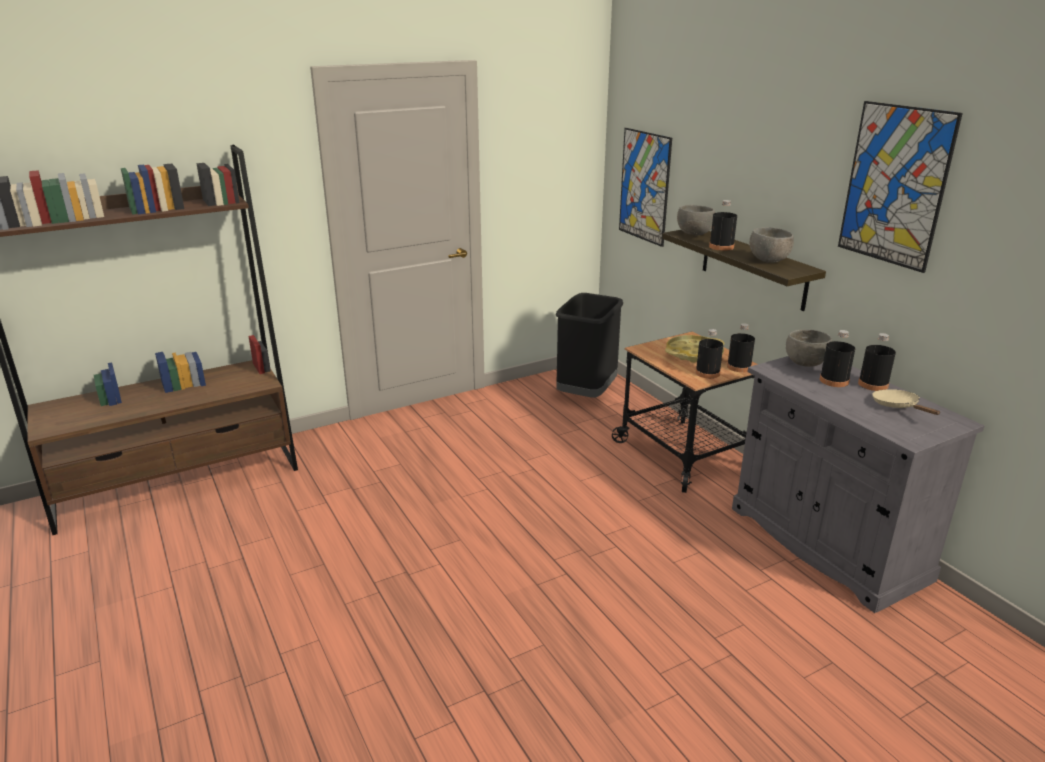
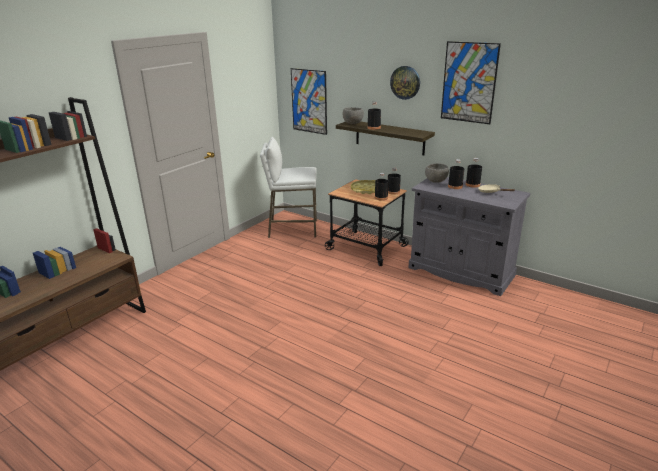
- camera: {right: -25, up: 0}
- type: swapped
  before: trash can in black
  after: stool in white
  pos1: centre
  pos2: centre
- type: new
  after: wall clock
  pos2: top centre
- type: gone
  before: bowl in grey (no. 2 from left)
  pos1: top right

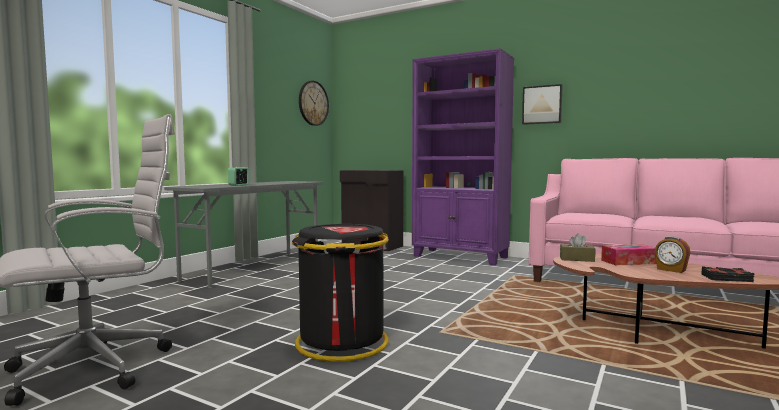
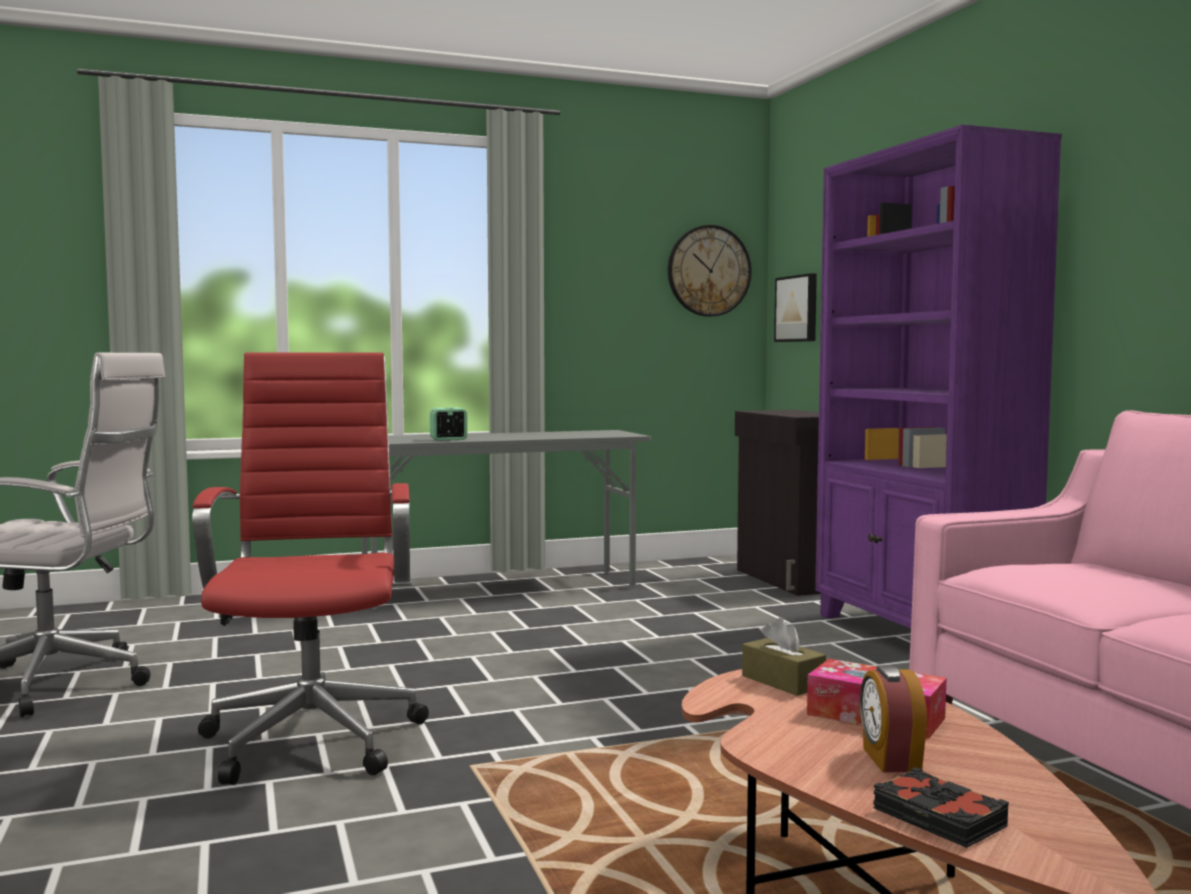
- camera: {right: 40, up: 0}
- type: swapped
  before: trash can in black
  after: office chair in red
  pos1: bottom centre
  pos2: middle left
- type: shifted
  before: picture
  pos1: top right
  pos2: middle right

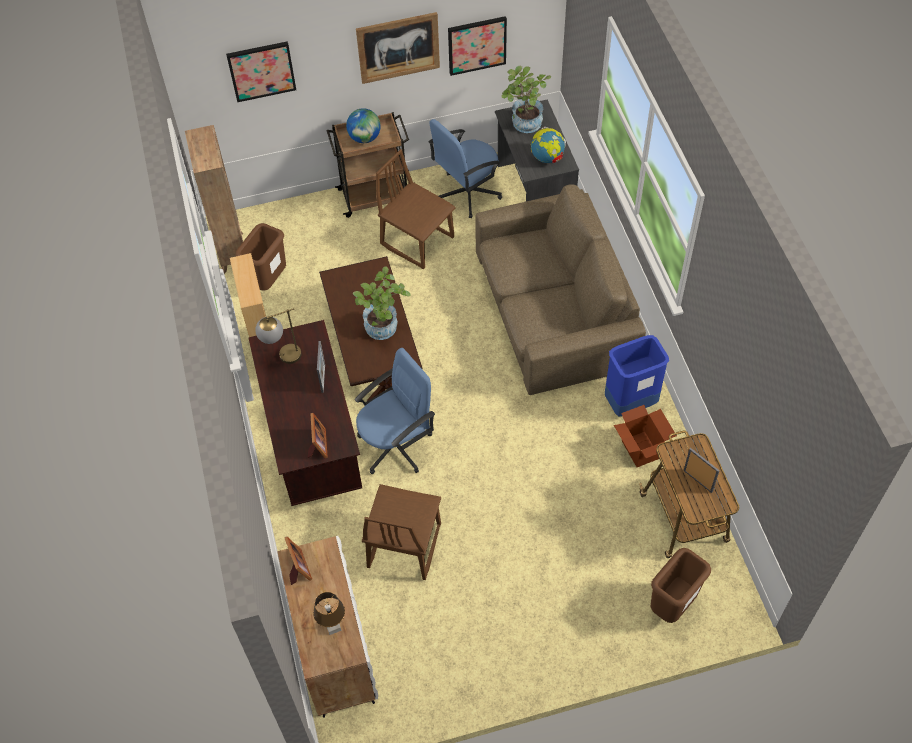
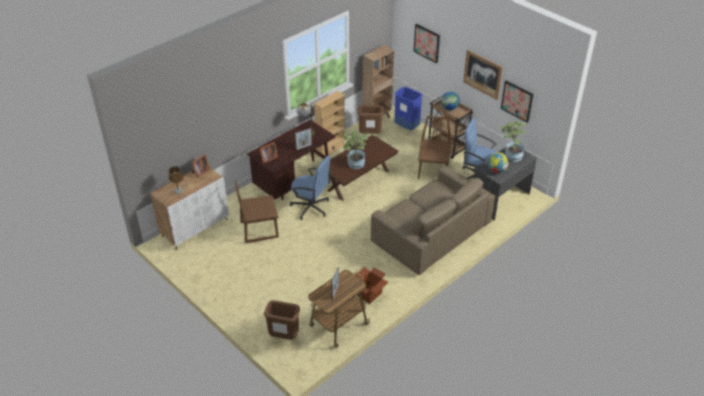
- camera: {right: 60, up: -15}
- type: shifted
  before: trash can in blue
  pos1: middle right
  pos2: top centre

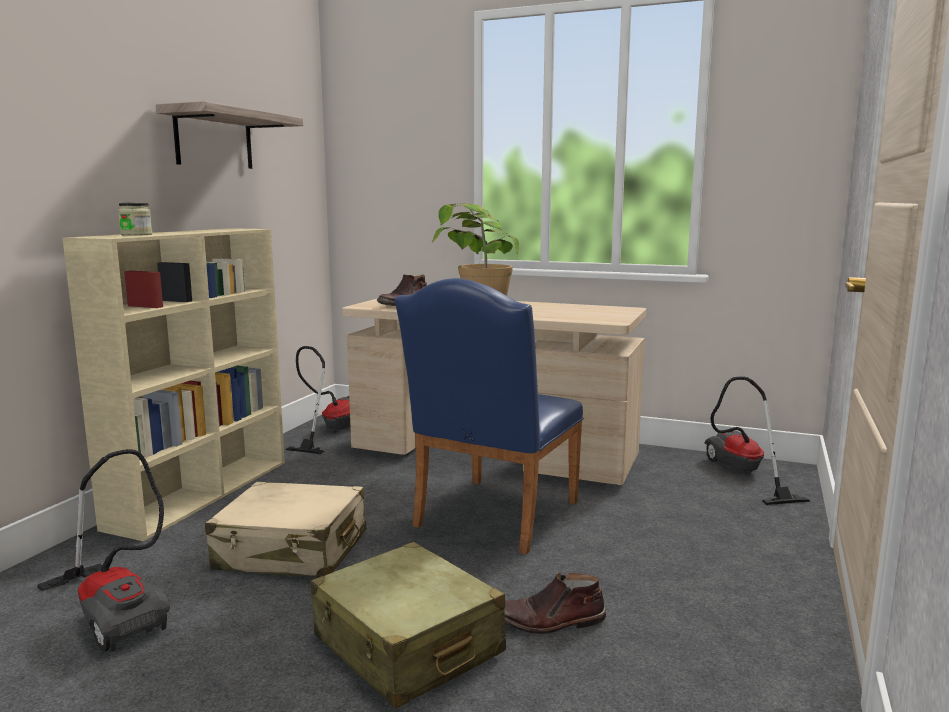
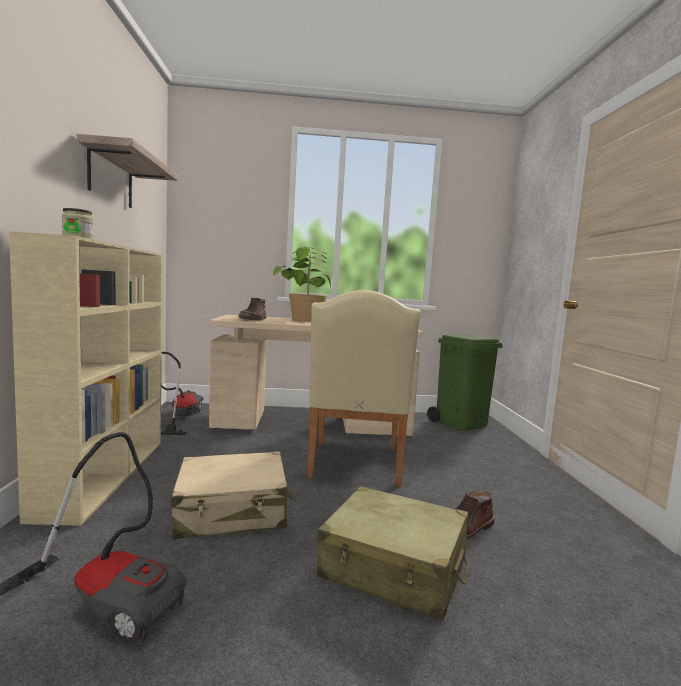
- camera: {right: -25, up: -5}
- type: repainted
  before: chair in blue
  after: chair in beige
  pos1: centre
  pos2: centre
- type: swapped
  before: vacuum cleaner (no. 3 from left)
  after: trash can in green
  pos1: middle right
  pos2: middle right

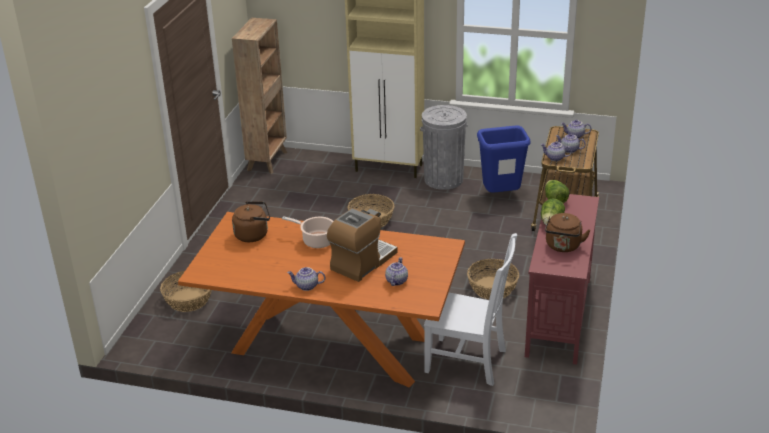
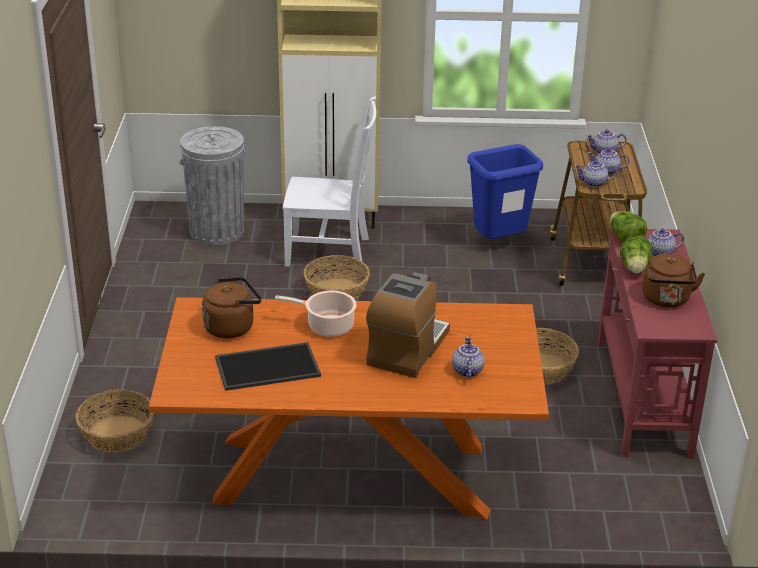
- camera: {right: -15, up: 0}
- type: shifted
  before: trash can in grey
  pos1: centre
  pos2: top left
- type: new
  after: tray
  pos2: centre
- type: shifted
  before: chair in white
  pos1: bottom centre
  pos2: top centre
- type: shifted
  before: teapot (no. 1 from left in the first image)
  after: teapot (no. 5 from left)
  pos1: centre
  pos2: middle right
- type: gone
  before: bookcase in brown
  pos1: top centre

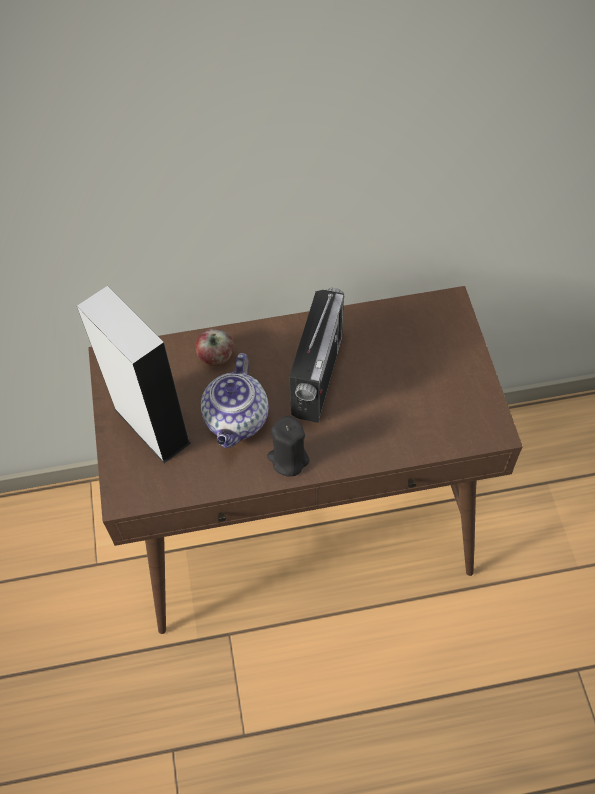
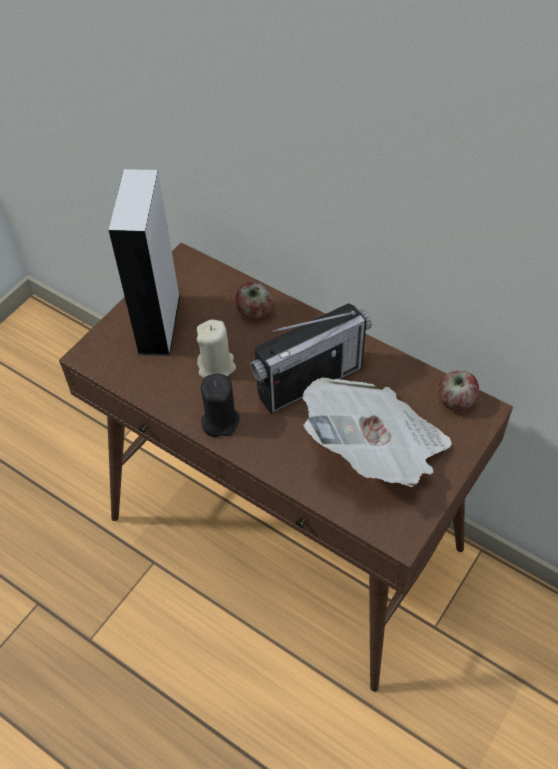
- camera: {right: 45, up: -5}
- type: swapped
  before: teapot
  after: candle in beige
  pos1: centre
  pos2: centre
- type: new
  after: newspaper
  pos2: middle right
- type: new
  after: apple (no. 2 from left)
  pos2: middle right

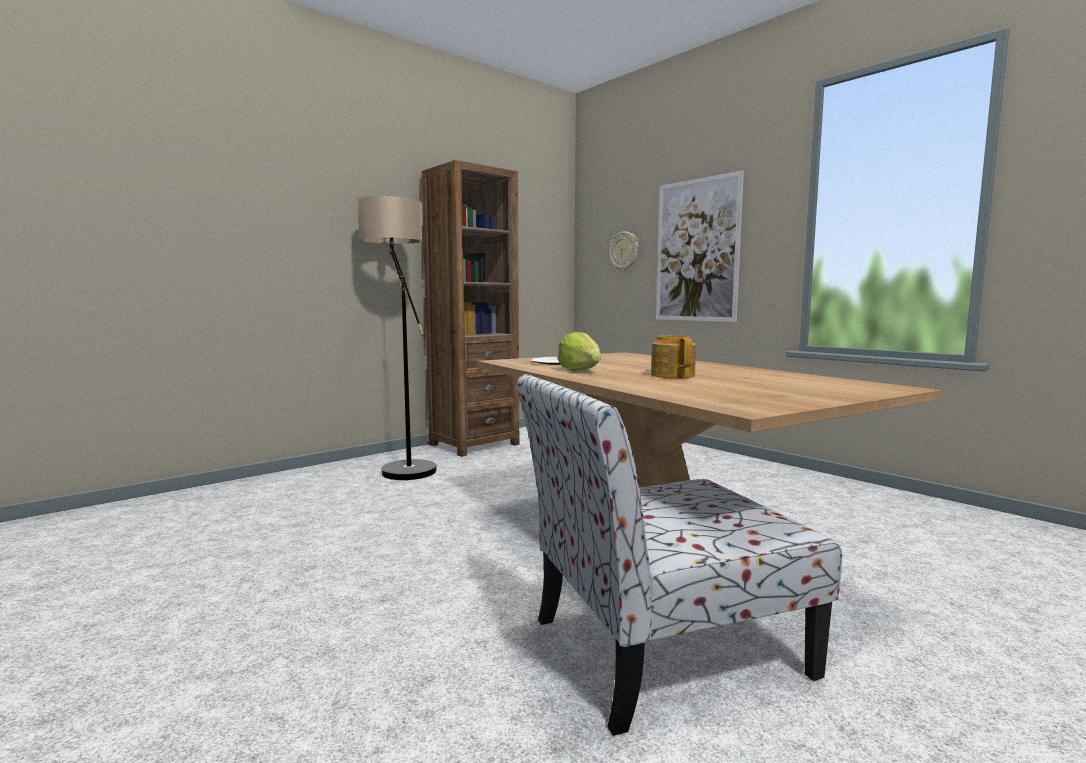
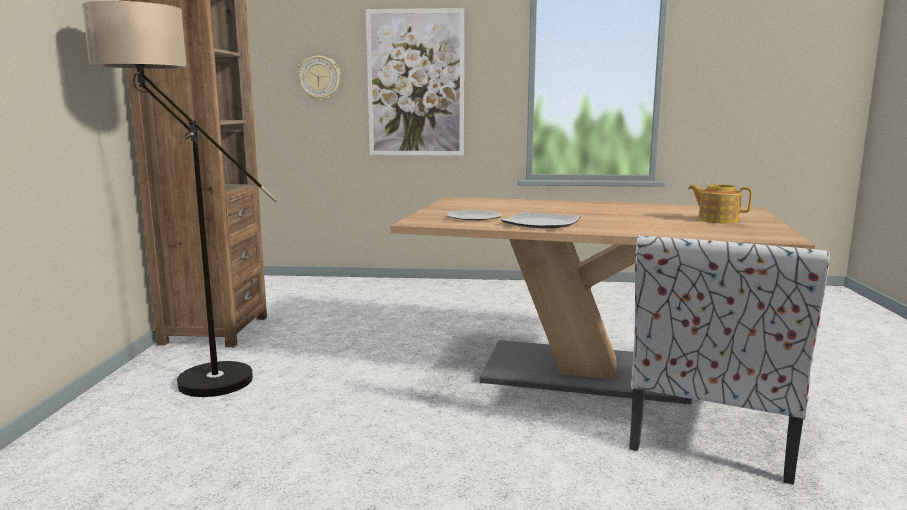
- camera: {right: -45, up: 5}
- type: swapped
  before: lettuce
  after: plate (no. 2 from left)
  pos1: centre
  pos2: centre
- type: shifted
  before: teapot
  pos1: centre
  pos2: middle right

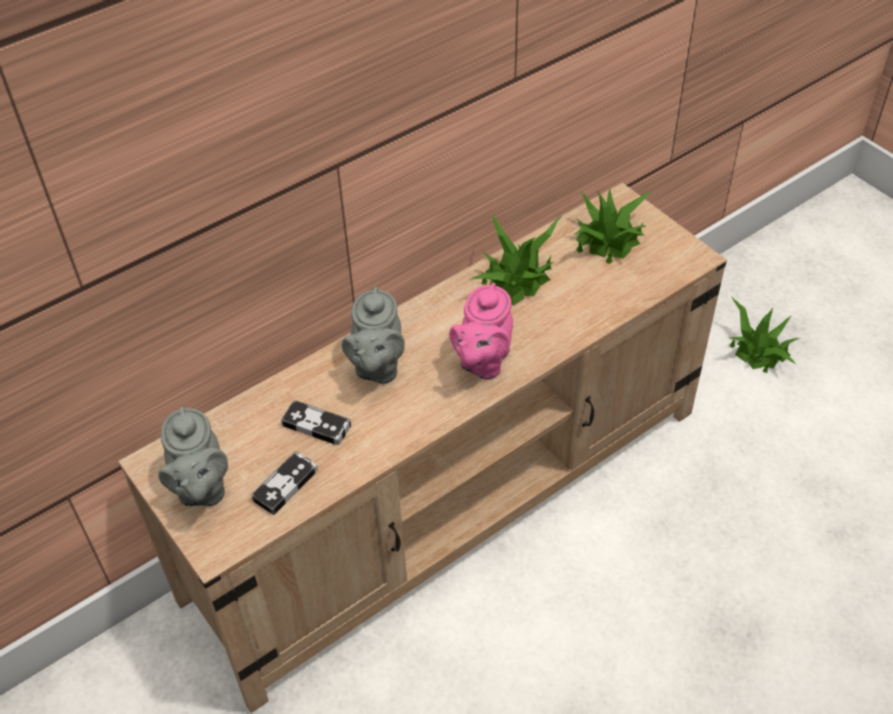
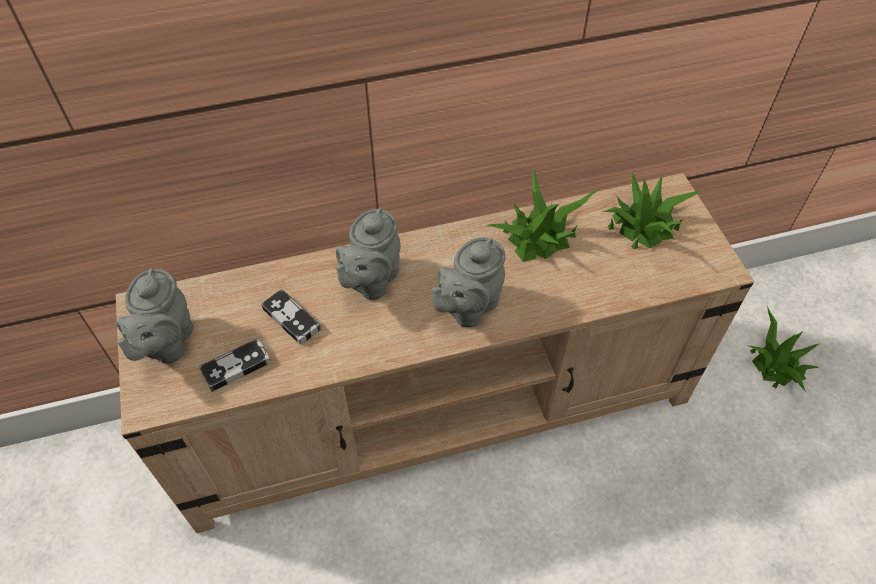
- camera: {right: 20, up: 5}
- type: repainted
  before: teapot in pink
  after: teapot in grey (no. 3 from left)
  pos1: centre
  pos2: centre

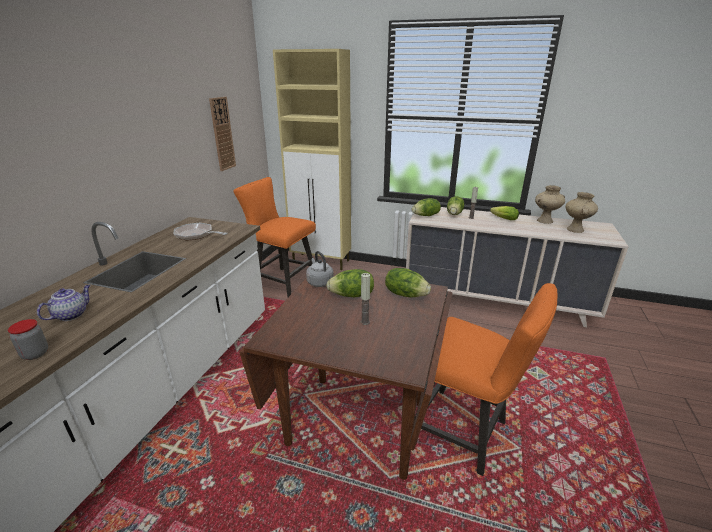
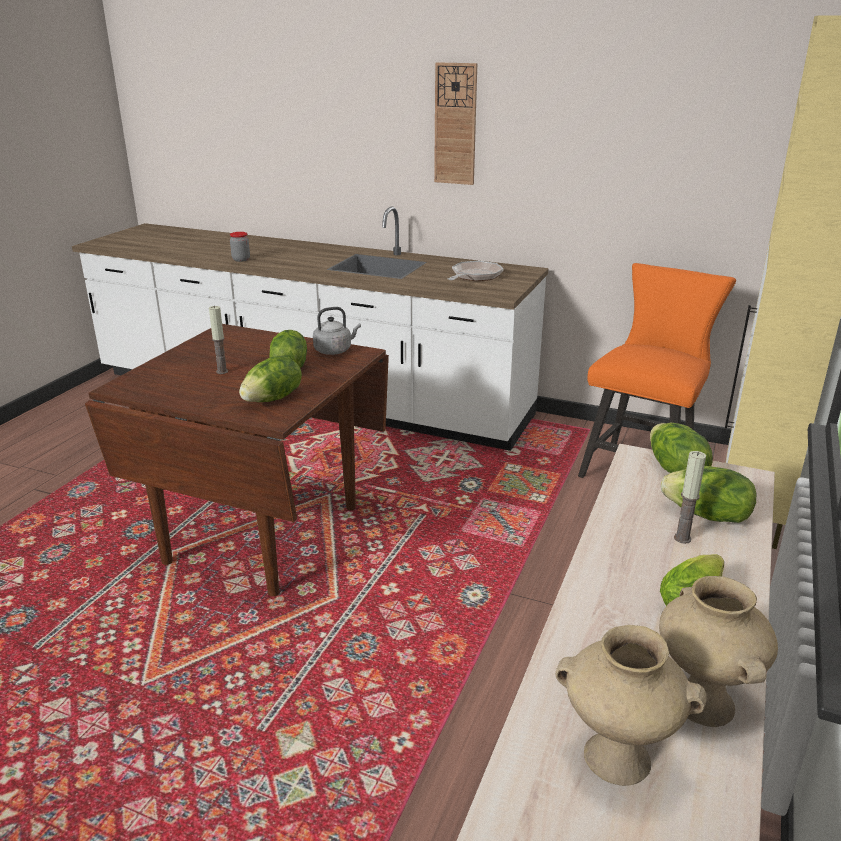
- camera: {right: 95, up: 0}
- type: shifted
  before: wall clock
  pos1: top left
  pos2: top centre
- type: gone
  before: teapot
  pos1: middle left
- type: gone
  before: chair in orange (no. 2 from left)
  pos1: bottom right

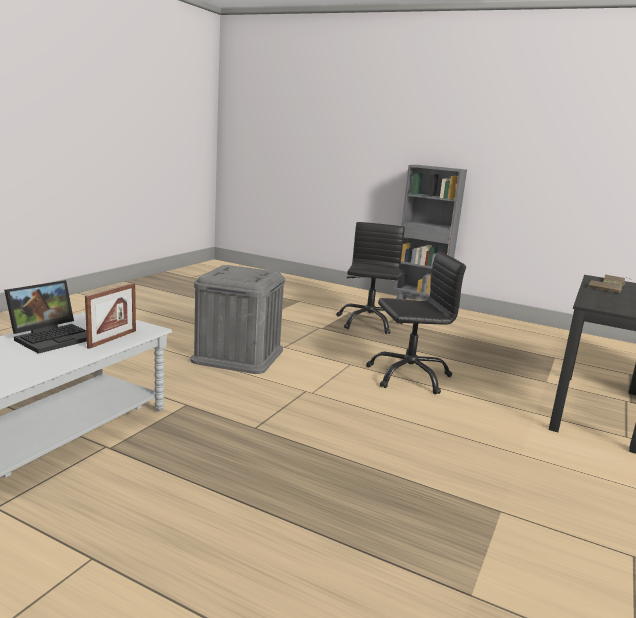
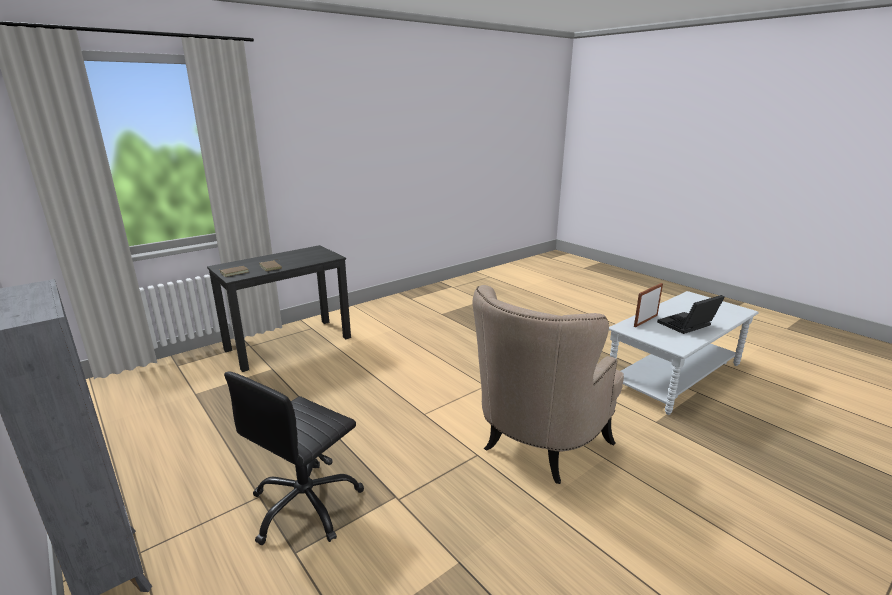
- camera: {right: -155, up: 5}
- type: swapped
  before: storage box in grey
  after: armchair in beige
  pos1: centre
  pos2: centre
- type: gone
  before: office chair in black (no. 2 from left)
  pos1: centre

